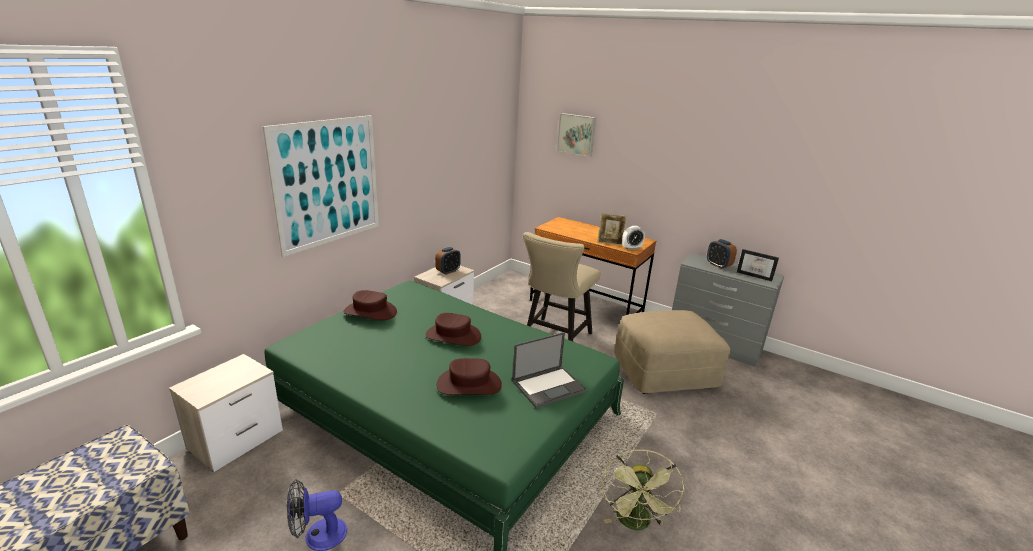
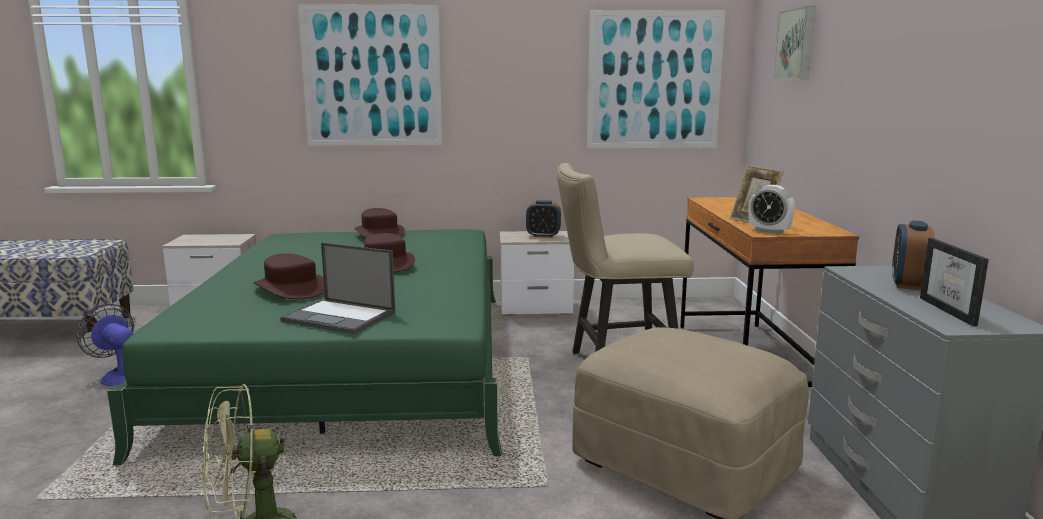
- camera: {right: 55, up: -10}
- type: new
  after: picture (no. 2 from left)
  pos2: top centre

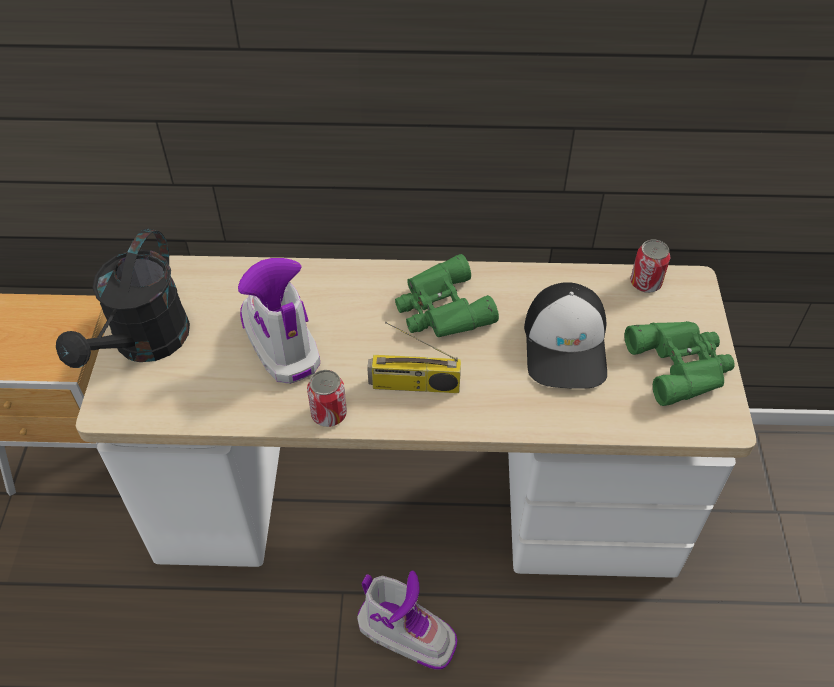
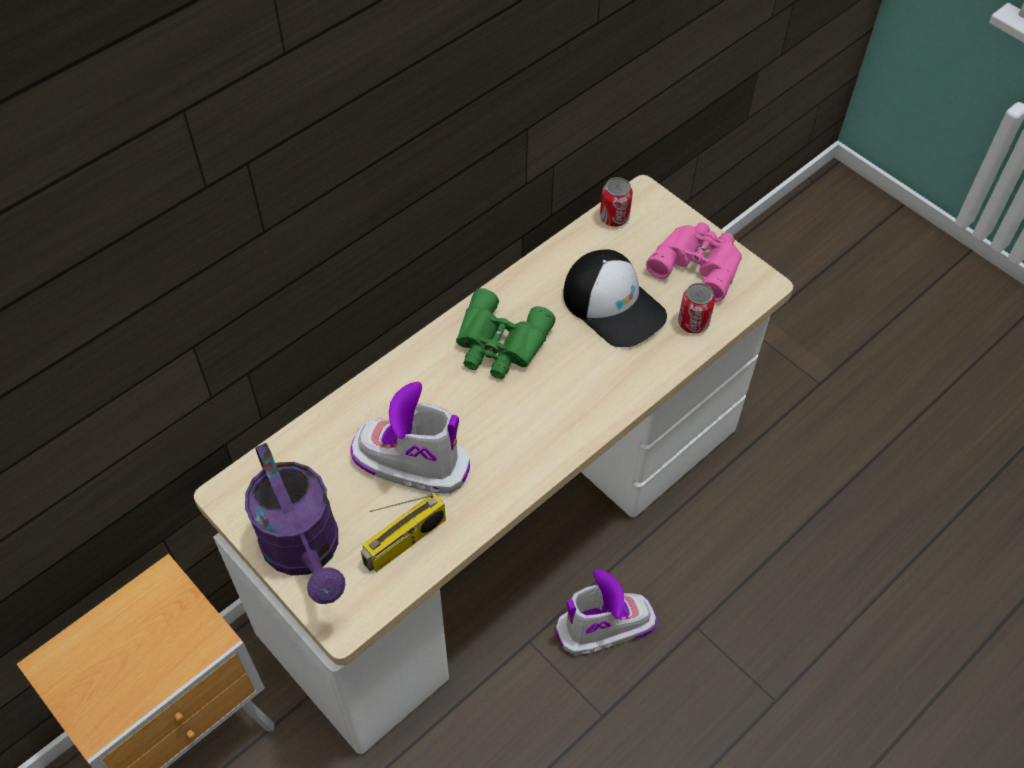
- camera: {right: -45, up: 5}
- type: repainted
  before: watering can in black
  after: watering can in purple
  pos1: middle left
  pos2: bottom left
- type: shifted
  before: radio
  pos1: centre
  pos2: bottom centre
- type: repainted
  before: binoculars in green (no. 2 from left)
  after: binoculars in pink
  pos1: middle right
  pos2: middle right
- type: shifted
  before: can (no. 1 from left in the first image)
  after: can (no. 2 from left)
  pos1: centre
  pos2: middle right

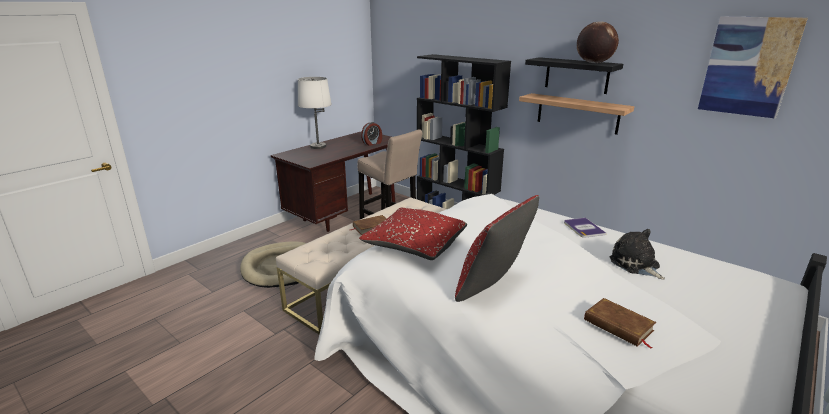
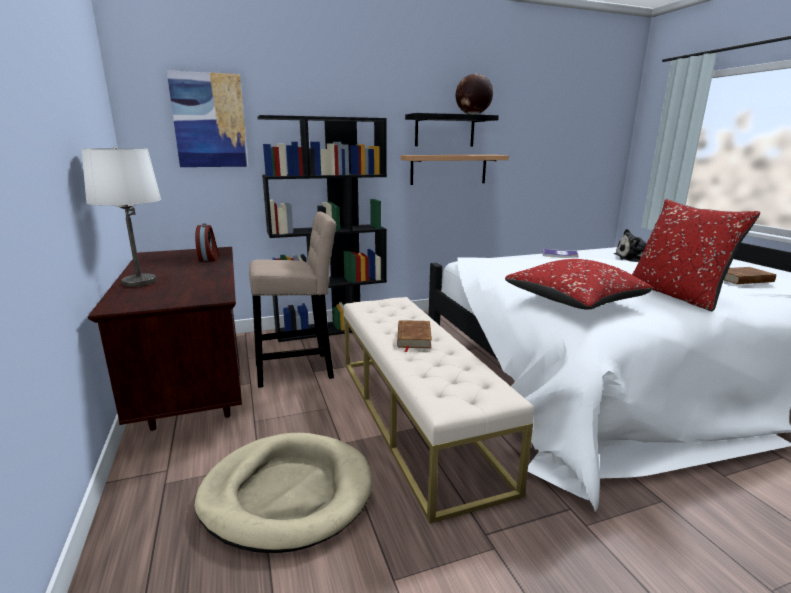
- camera: {right: -60, up: -5}
- type: shifted
  before: picture
  pos1: top right
  pos2: top left

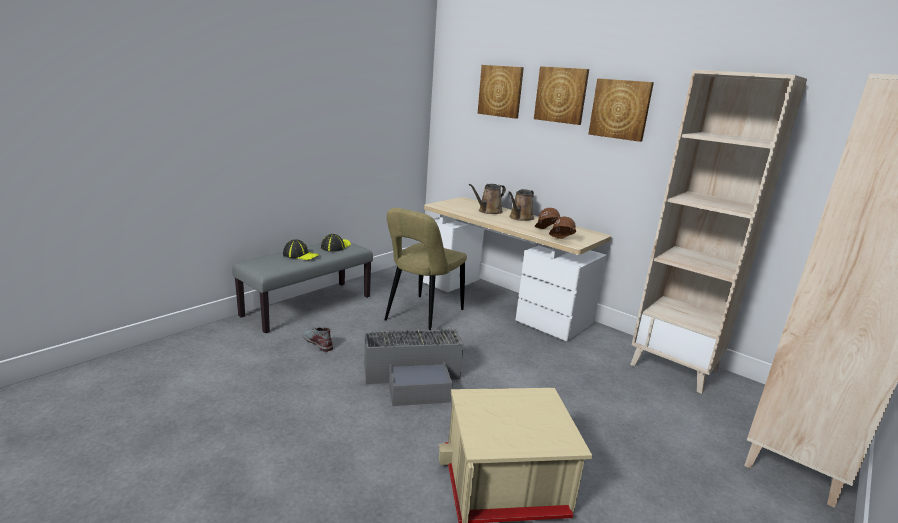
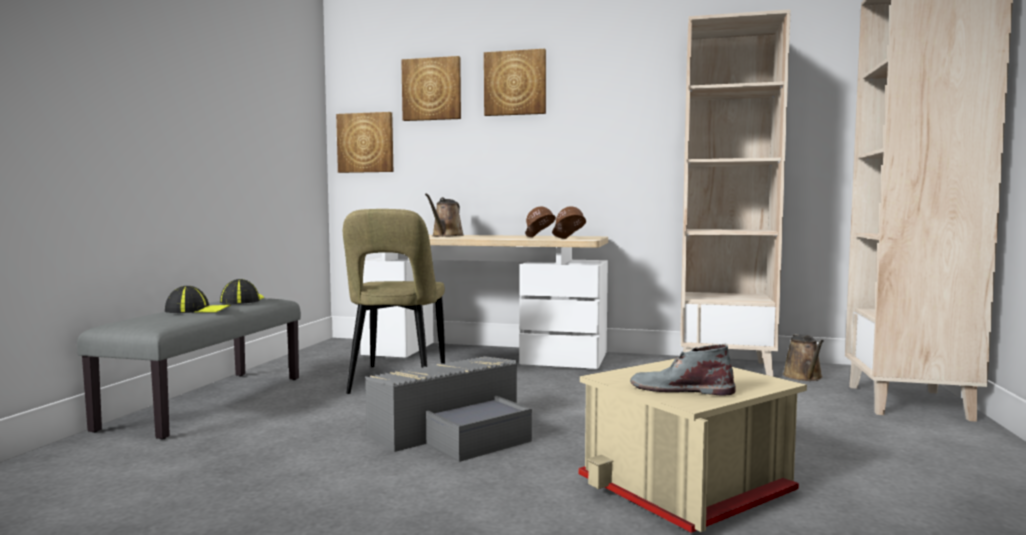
- camera: {right: -25, up: -15}
- type: shifted
  before: picture (no. 3 from left in the first image)
  after: picture (no. 1 from left)
  pos1: top right
  pos2: top centre
- type: shifted
  before: boot in grey
  pos1: centre
  pos2: bottom centre
- type: shifted
  before: watering can in brown (no. 2 from left)
  pos1: centre
  pos2: bottom right

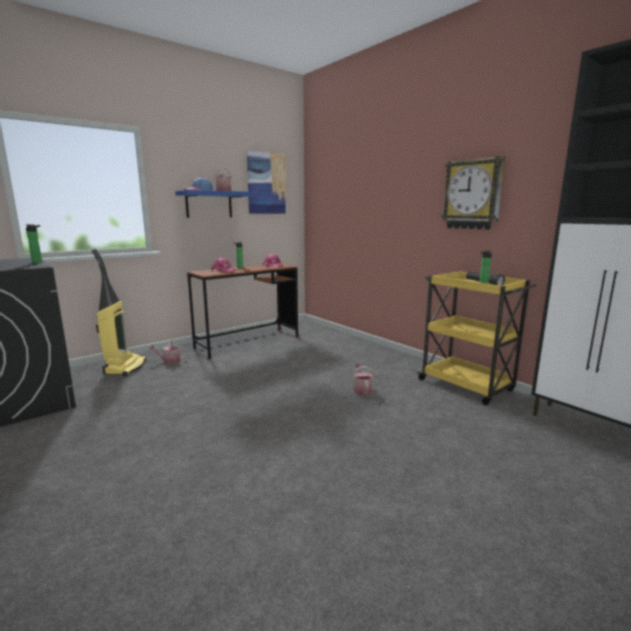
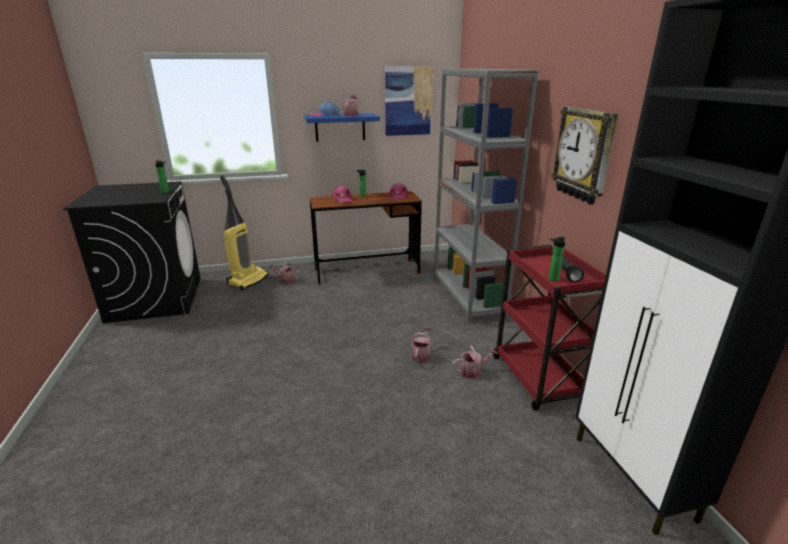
- camera: {right: 25, up: 10}
- type: new
  after: bookcase in grey
  pos2: centre
- type: new
  after: watering can (no. 4 from left)
  pos2: centre
- type: repainted
  before: cart in yellow
  after: cart in red
  pos1: middle right
  pos2: middle right

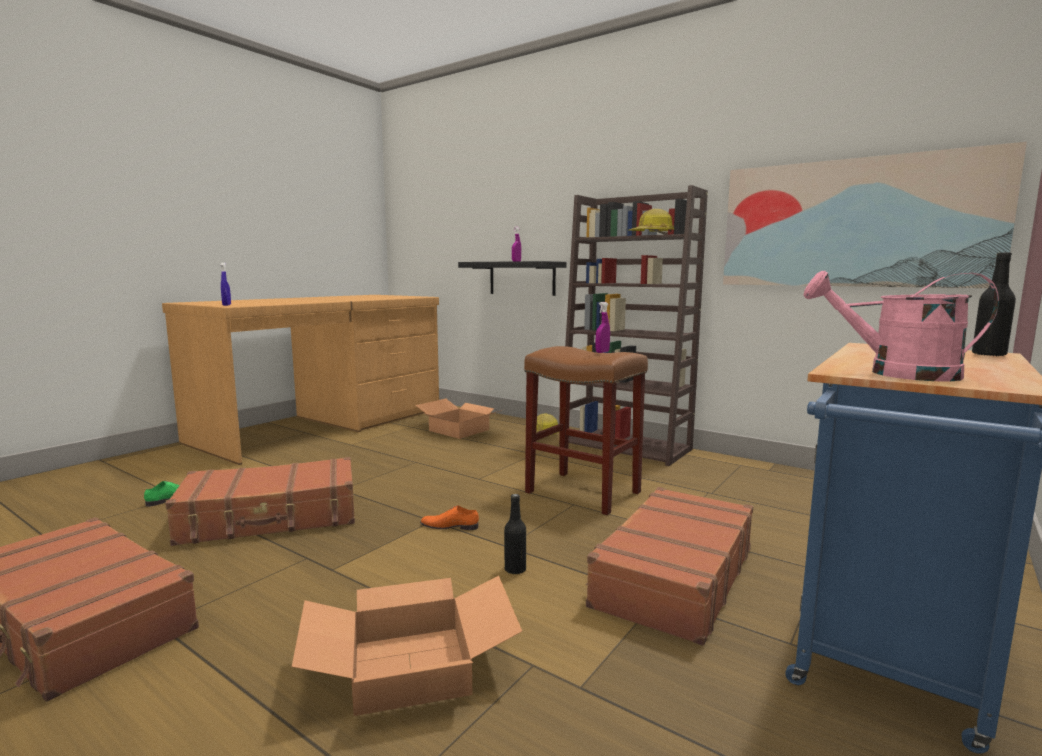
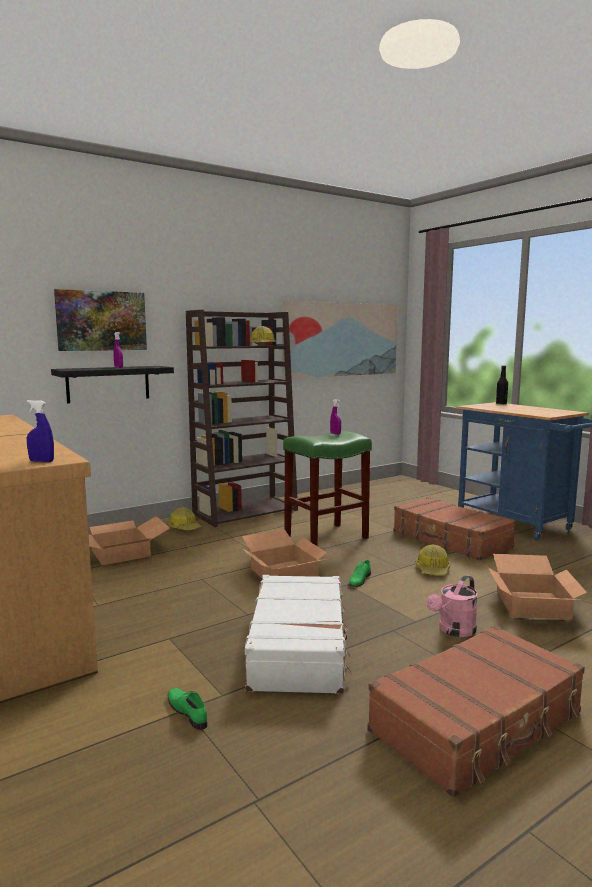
- camera: {right: -70, up: 0}
- type: new
  after: picture (no. 1 from left)
  pos2: middle left
- type: new
  after: cardboard box (no. 2 from left)
  pos2: centre
- type: repainted
  before: suitcase in brown (no. 2 from left)
  after: suitcase in white
  pos1: middle left
  pos2: bottom centre
- type: repainted
  before: stool in brown
  after: stool in green
  pos1: centre
  pos2: centre
- type: repainted
  before: shoe in orange
  after: shoe in green (no. 2 from left)
  pos1: bottom centre
  pos2: centre
- type: swapped
  before: bottle in black (no. 1 from left)
  after: hard hat (no. 3 from left)
  pos1: bottom centre
  pos2: middle right
- type: shifted
  before: watering can in pink
  pos1: middle right
  pos2: bottom right

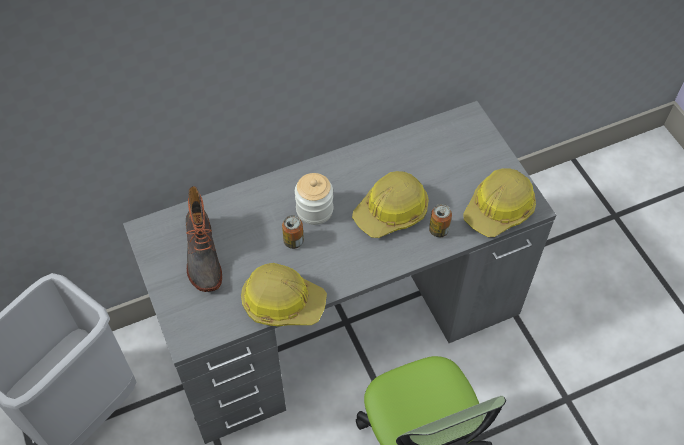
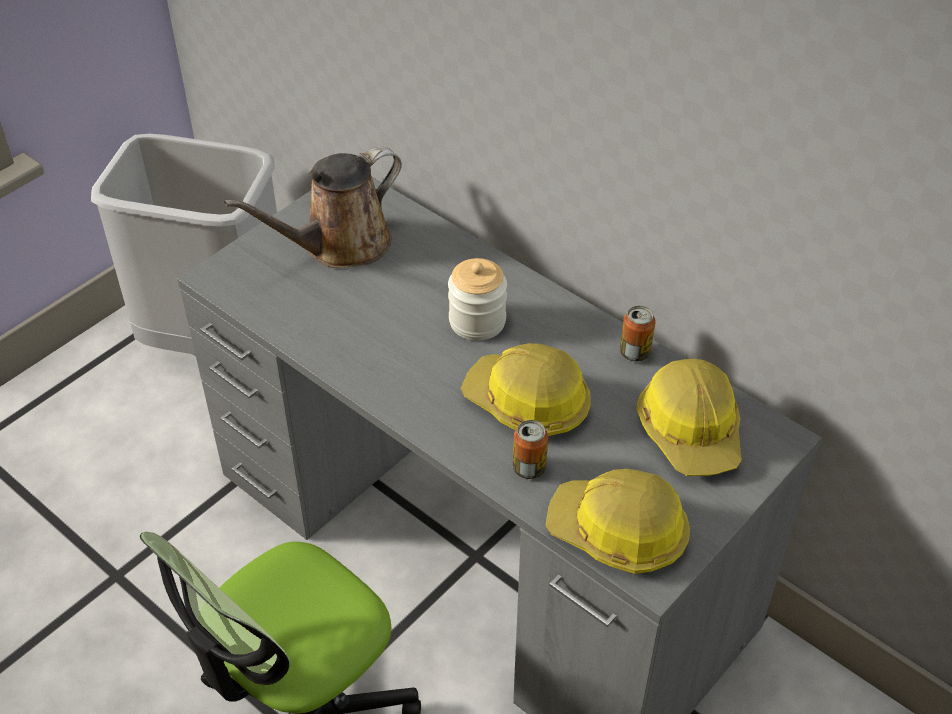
- camera: {right: 65, up: -10}
- type: swapped
  before: boot
  after: watering can in brown
  pos1: middle left
  pos2: top left
- type: shifted
  before: can (no. 1 from left in the first image)
  after: can (no. 2 from left)
  pos1: centre
  pos2: middle right
- type: shifted
  before: hard hat (no. 1 from left in the first image)
  after: hard hat (no. 3 from left)
  pos1: centre
  pos2: middle right

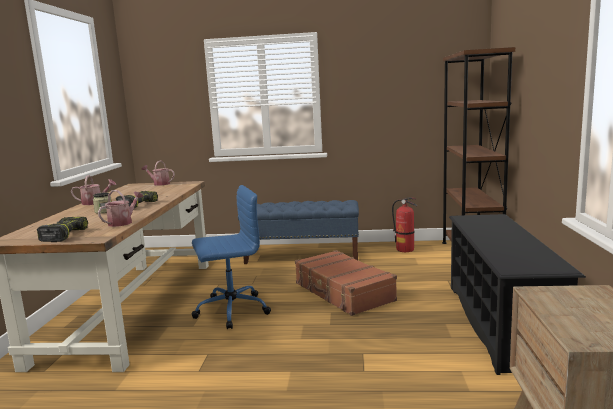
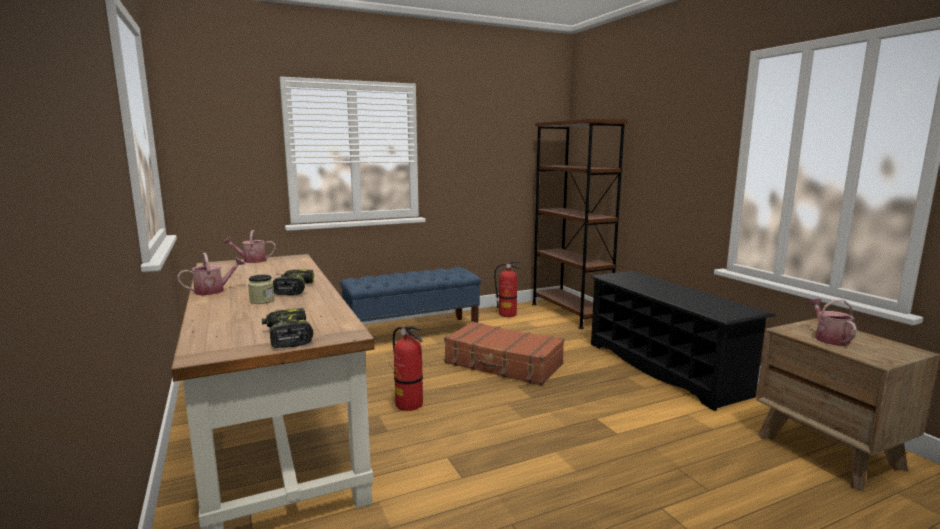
- camera: {right: -30, up: 0}
- type: swapped
  before: office chair in blue
  after: fire extinguisher (no. 1 from left)
  pos1: centre
  pos2: bottom centre
- type: shifted
  before: watering can (no. 2 from left in the first image)
  after: watering can (no. 3 from left)
  pos1: middle left
  pos2: middle right

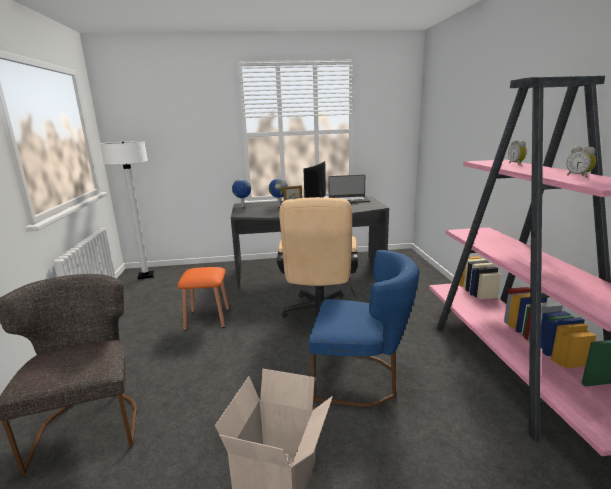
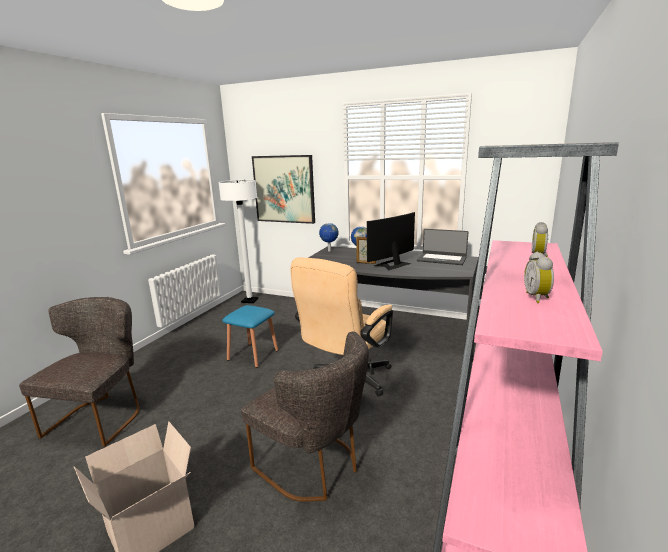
- camera: {right: 30, up: 0}
- type: repainted
  before: stool in orange
  after: stool in blue
  pos1: middle left
  pos2: centre
- type: repainted
  before: chair in blue
  after: chair in grey (no. 2 from left)
  pos1: bottom centre
  pos2: bottom centre
- type: new
  after: picture
  pos2: centre

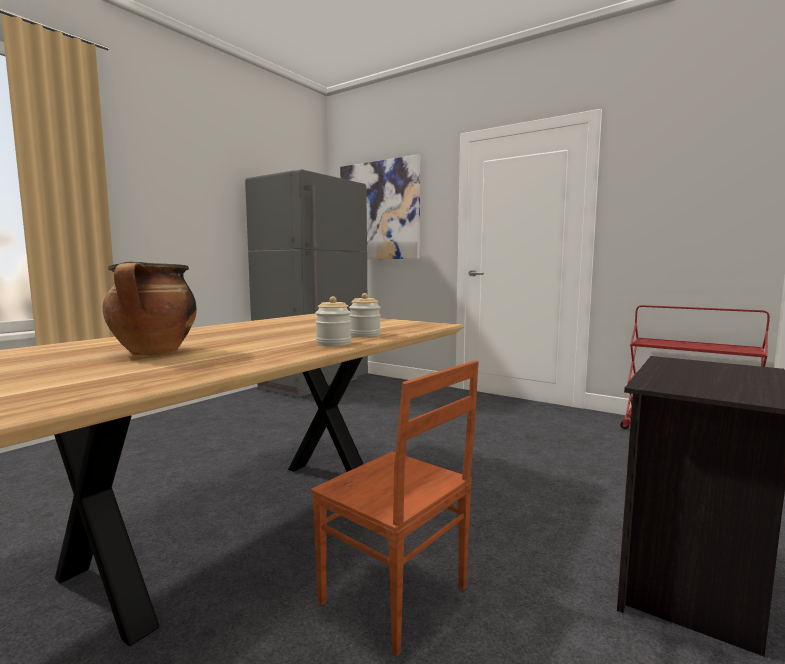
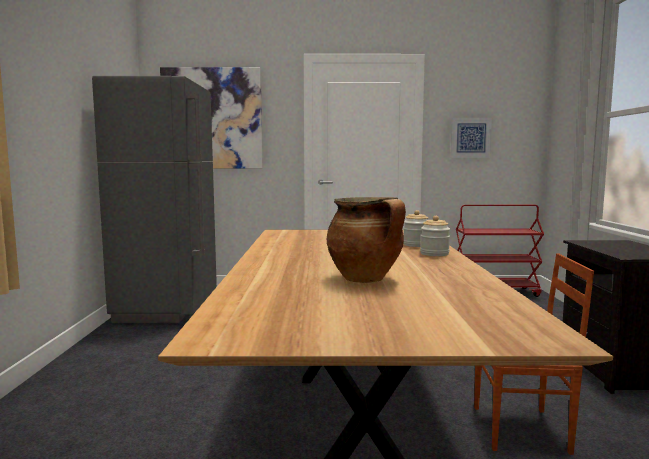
- camera: {right: -35, up: 0}
- type: new
  after: picture (no. 2 from left)
  pos2: top right

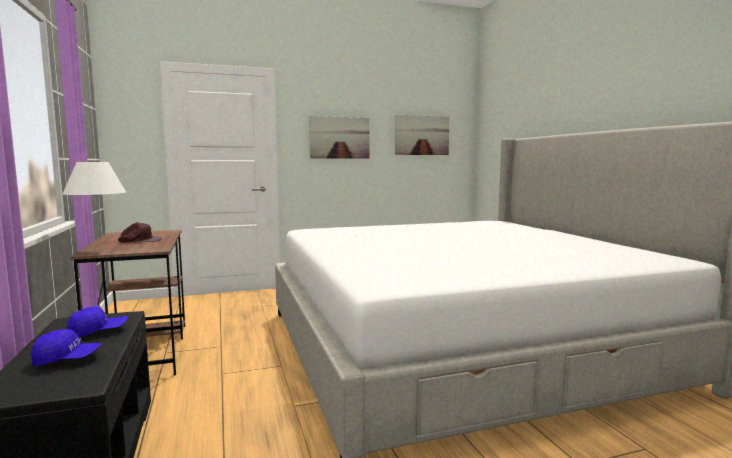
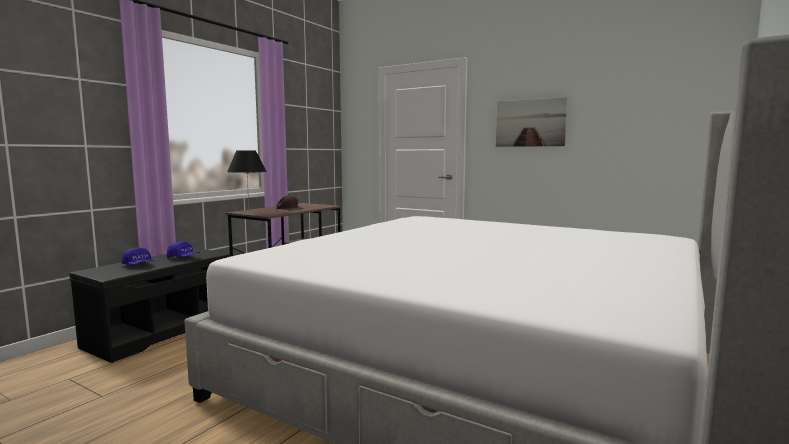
- camera: {right: 50, up: 0}
- type: repainted
  before: table lamp in white
  after: table lamp in black
  pos1: middle left
  pos2: middle left
- type: gone
  before: picture (no. 2 from left)
  pos1: top centre

